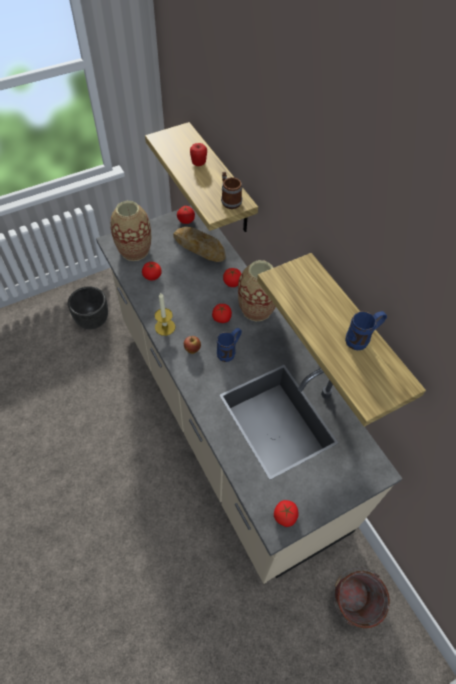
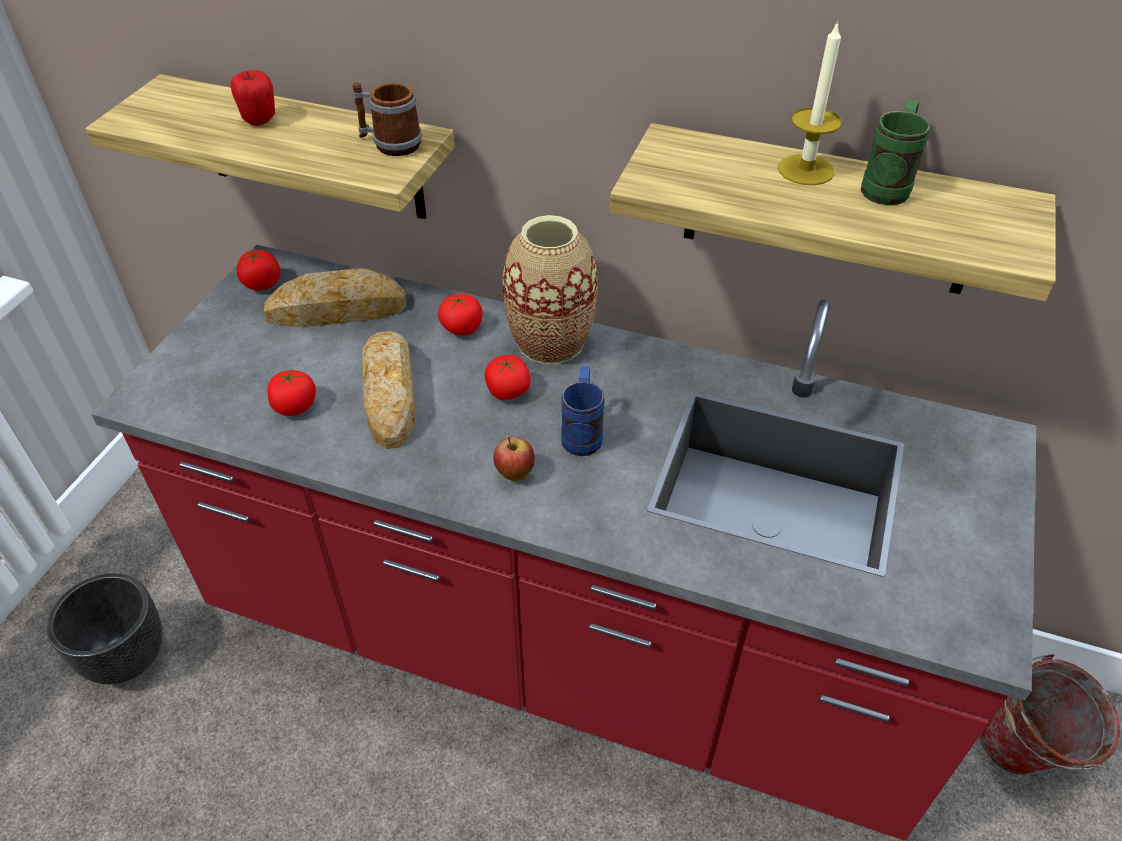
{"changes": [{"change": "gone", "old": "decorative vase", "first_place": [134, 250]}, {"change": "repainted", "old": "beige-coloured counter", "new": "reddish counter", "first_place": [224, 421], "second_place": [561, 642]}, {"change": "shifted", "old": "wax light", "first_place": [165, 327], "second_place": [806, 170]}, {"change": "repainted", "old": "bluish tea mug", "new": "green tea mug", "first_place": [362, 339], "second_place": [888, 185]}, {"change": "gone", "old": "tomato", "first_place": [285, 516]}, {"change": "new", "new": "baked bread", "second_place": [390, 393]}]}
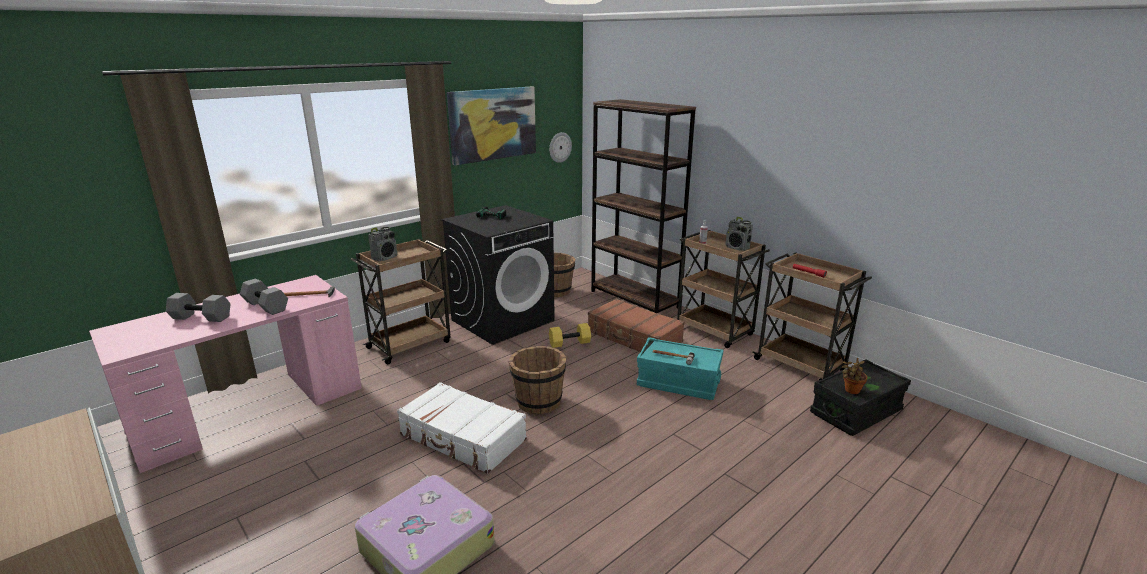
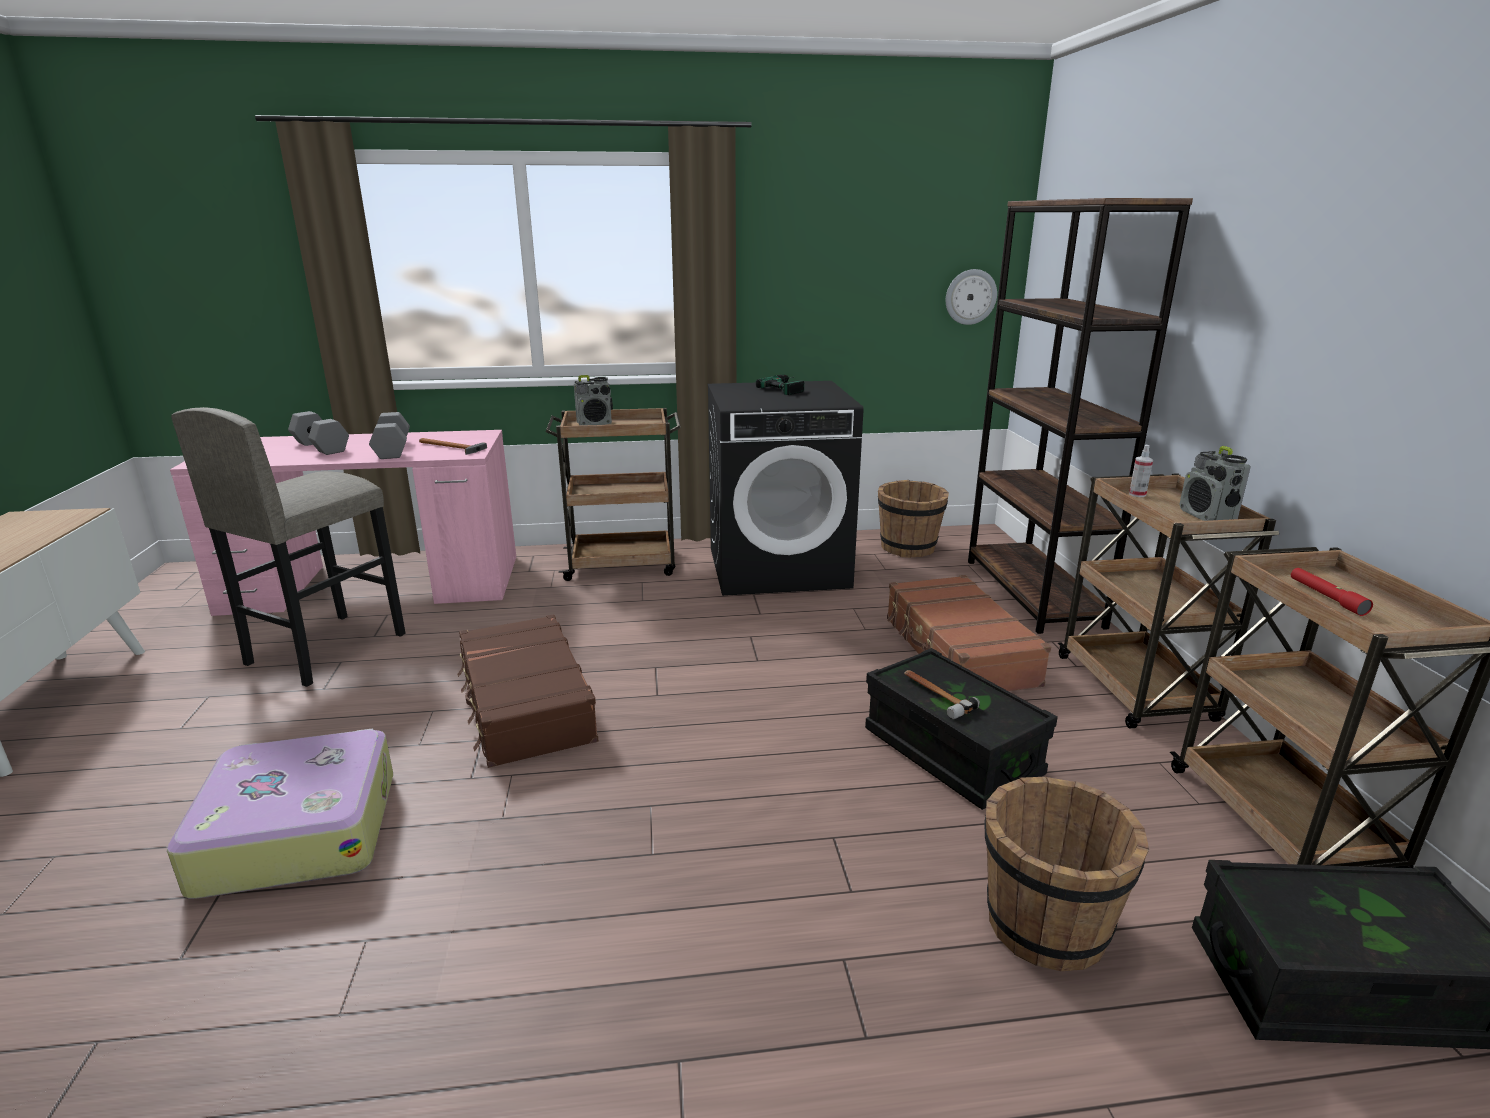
{"changes": [{"change": "gone", "old": "picture", "first_place": [493, 124]}, {"change": "gone", "old": "yellow-coloured free weight", "first_place": [570, 342]}, {"change": "repainted", "old": "turquoise storage container", "new": "black-coloured storage container", "first_place": [678, 382], "second_place": [951, 753]}, {"change": "shifted", "old": "brown-coloured bucket", "first_place": [538, 402], "second_place": [1045, 924]}, {"change": "gone", "old": "houseplant", "first_place": [851, 391]}, {"change": "repainted", "old": "white-coloured suitcase", "new": "brown-coloured suitcase", "first_place": [462, 438], "second_place": [525, 705]}, {"change": "new", "new": "greyish stool seat", "second_place": [325, 649]}]}
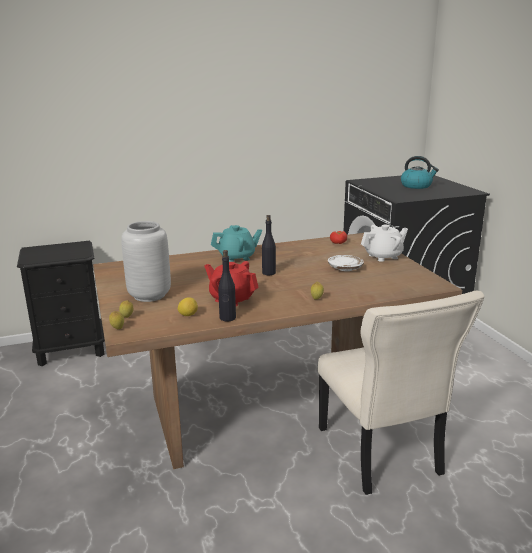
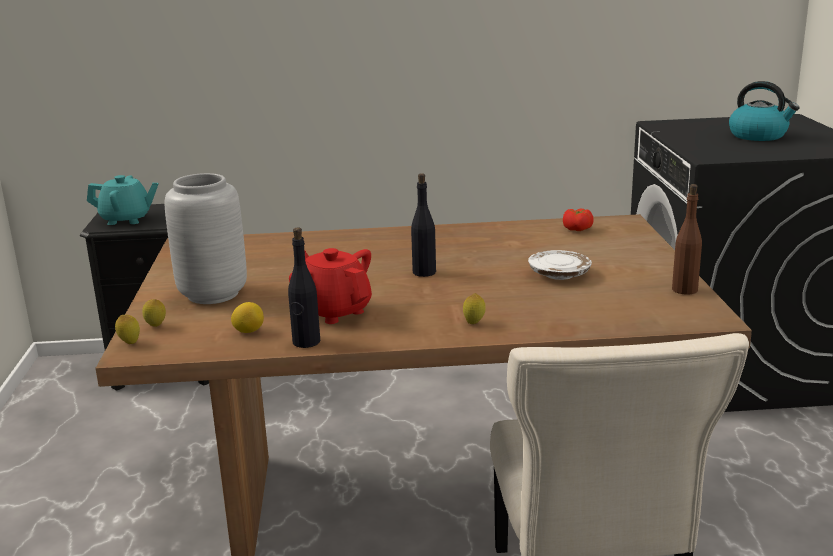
{"changes": [{"change": "gone", "old": "white-coloured pot for tea", "first_place": [383, 256]}, {"change": "shifted", "old": "turquoise pot for tea", "first_place": [237, 257], "second_place": [126, 219]}, {"change": "new", "new": "brown-coloured bottle", "second_place": [684, 289]}]}
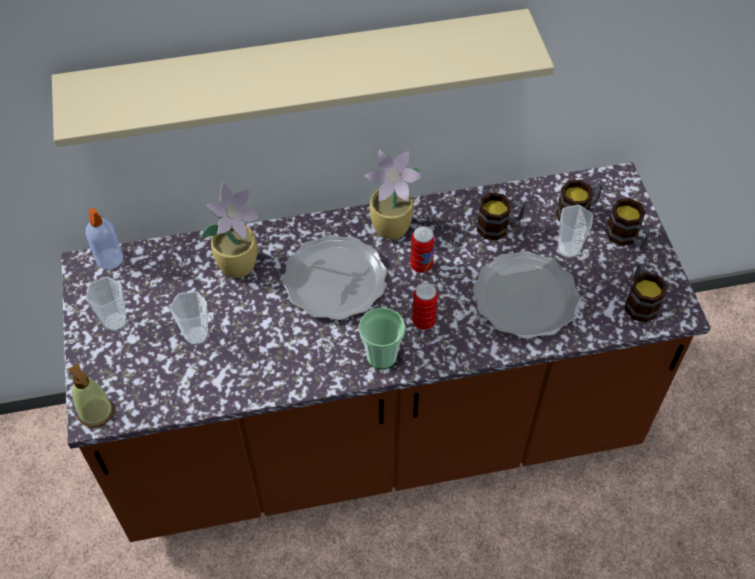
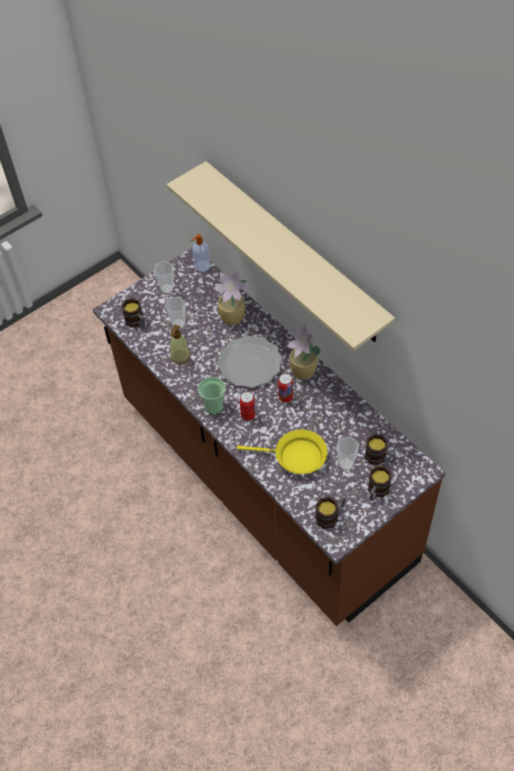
{"changes": [{"change": "shifted", "old": "tea mug", "first_place": [499, 226], "second_place": [136, 322]}, {"change": "swapped", "old": "flat dish", "new": "yellow-coloured skillet", "first_place": [525, 298], "second_place": [295, 457]}, {"change": "shifted", "old": "soap bottle", "first_place": [96, 412], "second_place": [180, 356]}]}
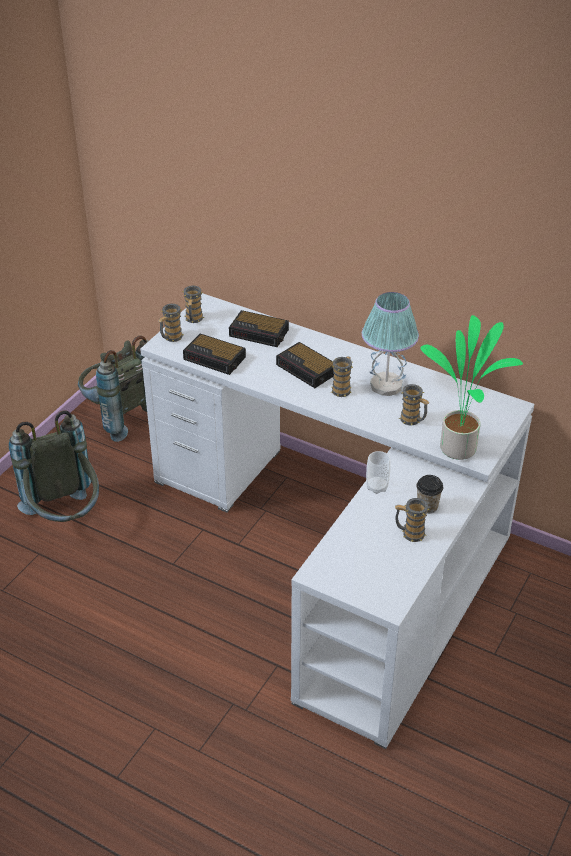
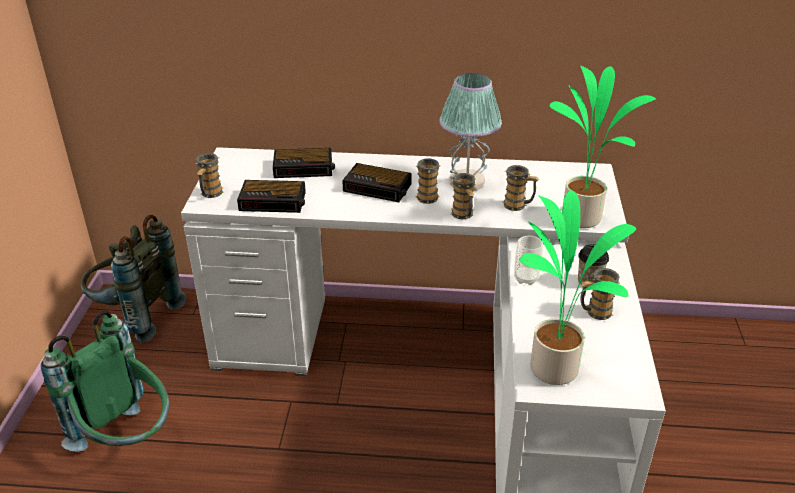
{"changes": [{"change": "shifted", "old": "tea mug", "first_place": [193, 320], "second_place": [463, 215]}, {"change": "repainted", "old": "greyish rucksack", "new": "green rucksack", "first_place": [66, 519], "second_place": [127, 441]}, {"change": "new", "new": "houseplant", "second_place": [555, 367]}]}
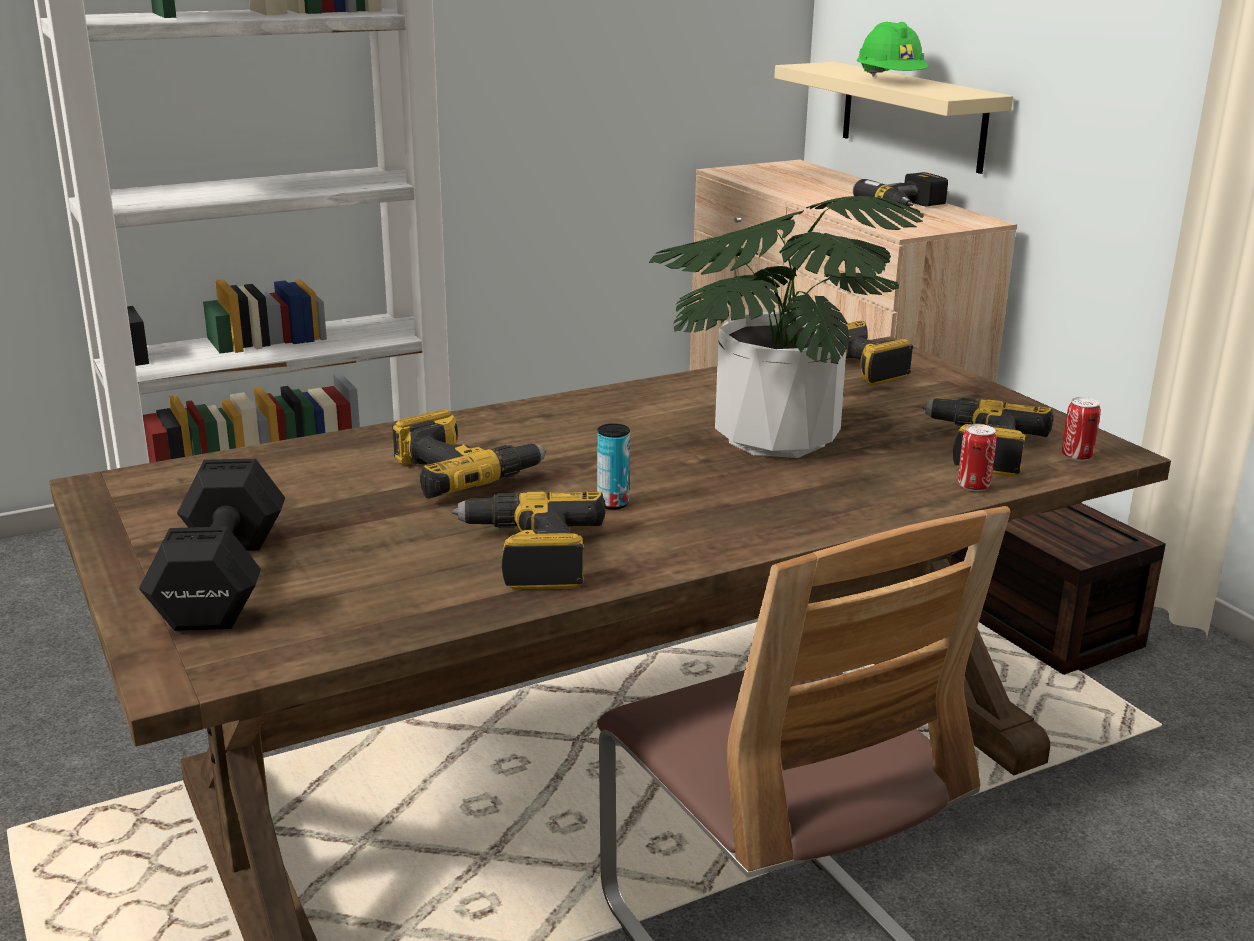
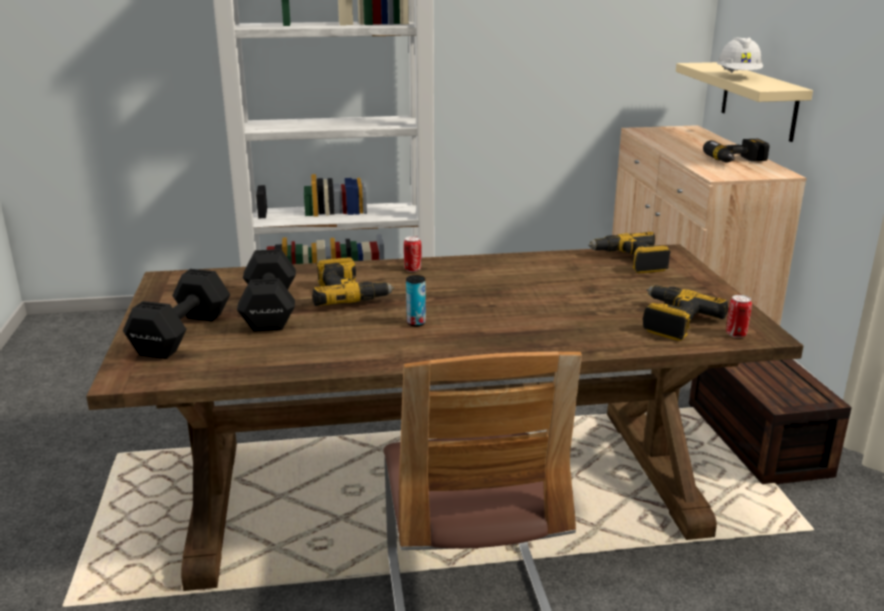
{"changes": [{"change": "repainted", "old": "green hard hat", "new": "white-coloured hard hat", "first_place": [890, 81], "second_place": [738, 76]}, {"change": "gone", "old": "houseplant", "first_place": [775, 439]}, {"change": "shifted", "old": "sealed can", "first_place": [973, 486], "second_place": [412, 269]}, {"change": "gone", "old": "drill", "first_place": [529, 556]}, {"change": "new", "new": "black-coloured free weight", "second_place": [268, 311]}]}
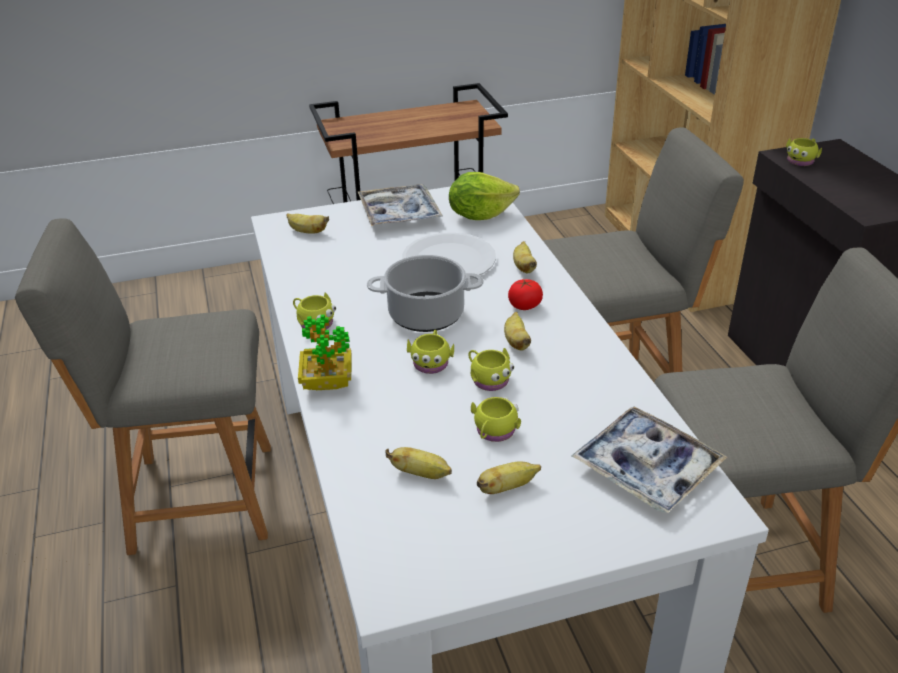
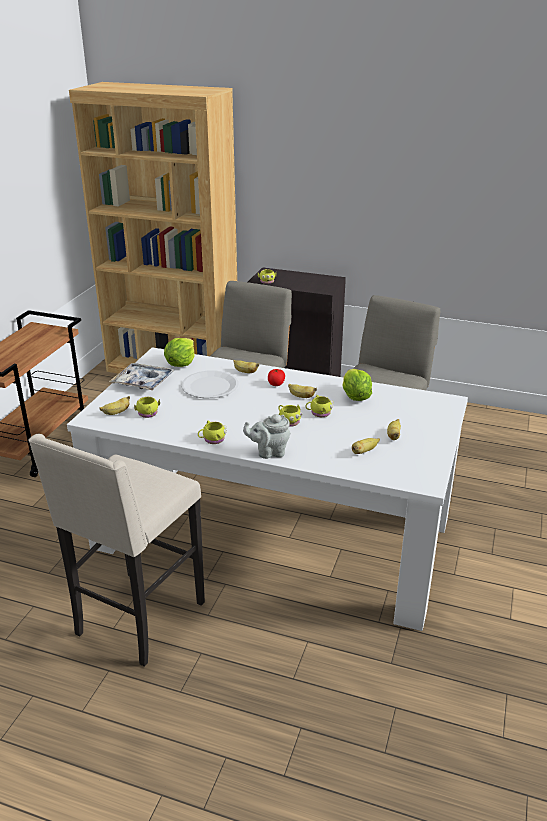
{"changes": [{"change": "swapped", "old": "greyish upright chair", "new": "beige-coloured stool seat", "first_place": [196, 498], "second_place": [138, 620]}, {"change": "gone", "old": "stockpot", "first_place": [427, 314]}, {"change": "swapped", "old": "houseplant", "new": "greyish pot for tea", "first_place": [327, 382], "second_place": [269, 452]}, {"change": "shifted", "old": "yellow-coloured tea mug", "first_place": [494, 432], "second_place": [148, 414]}, {"change": "gone", "old": "serving tray", "first_place": [646, 468]}, {"change": "new", "new": "head of lettuce", "second_place": [355, 397]}]}
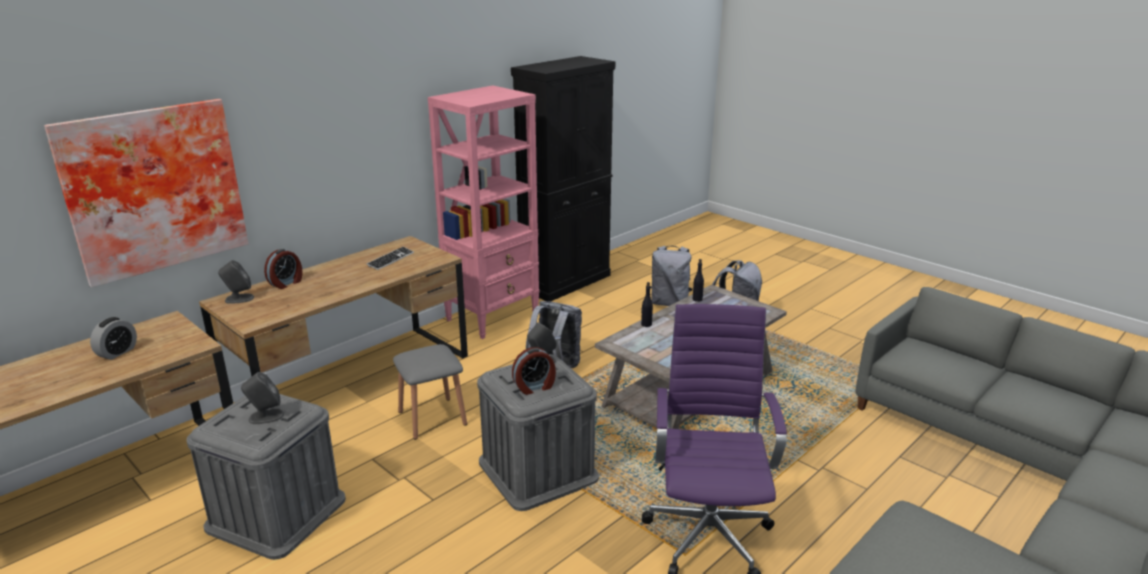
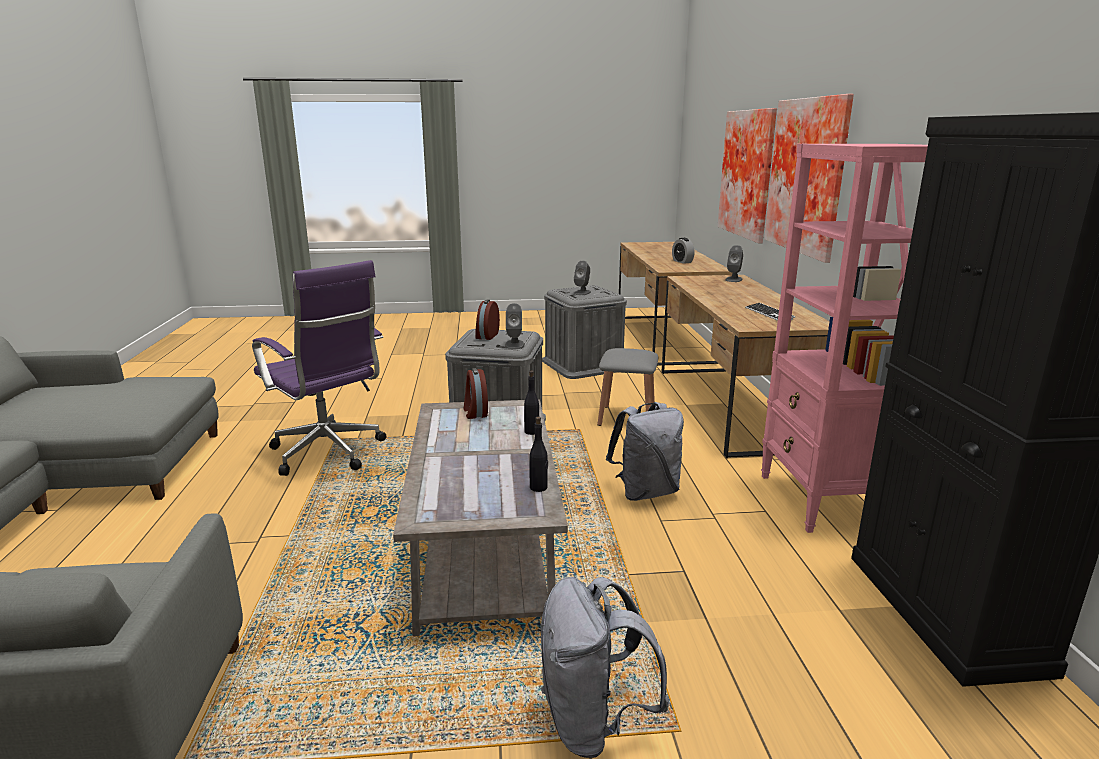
{"changes": [{"change": "gone", "old": "greyish rucksack", "first_place": [669, 303]}, {"change": "shifted", "old": "bedside clock", "first_place": [286, 283], "second_place": [475, 412]}, {"change": "new", "new": "picture", "second_place": [810, 176]}]}
